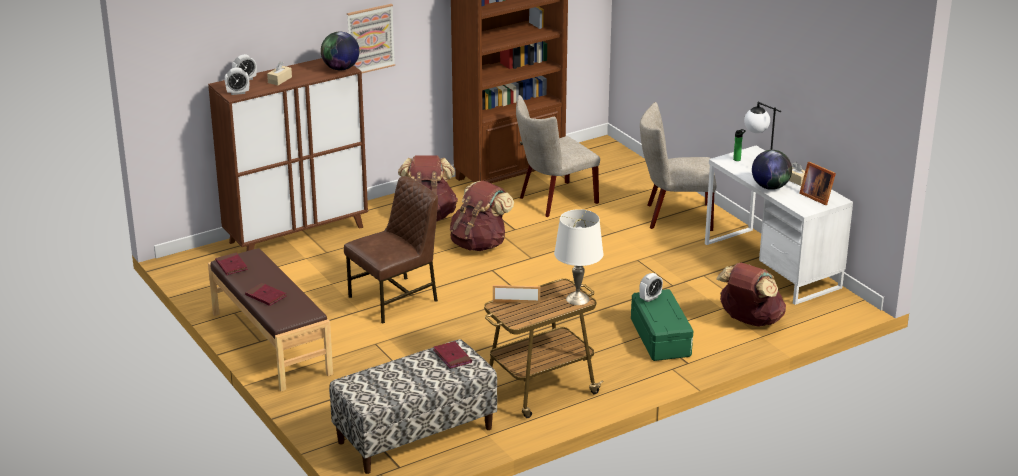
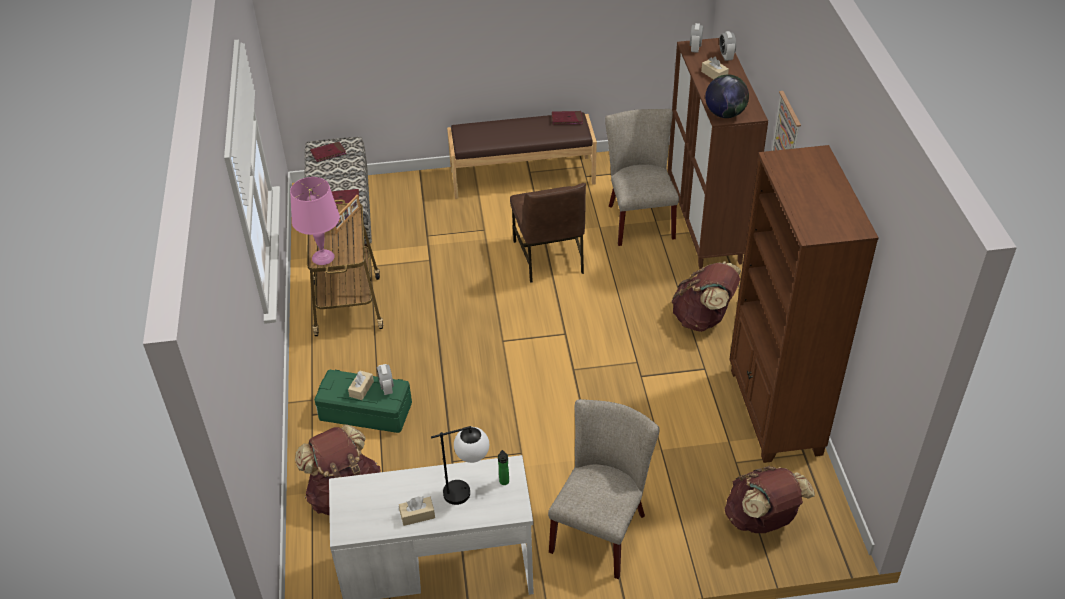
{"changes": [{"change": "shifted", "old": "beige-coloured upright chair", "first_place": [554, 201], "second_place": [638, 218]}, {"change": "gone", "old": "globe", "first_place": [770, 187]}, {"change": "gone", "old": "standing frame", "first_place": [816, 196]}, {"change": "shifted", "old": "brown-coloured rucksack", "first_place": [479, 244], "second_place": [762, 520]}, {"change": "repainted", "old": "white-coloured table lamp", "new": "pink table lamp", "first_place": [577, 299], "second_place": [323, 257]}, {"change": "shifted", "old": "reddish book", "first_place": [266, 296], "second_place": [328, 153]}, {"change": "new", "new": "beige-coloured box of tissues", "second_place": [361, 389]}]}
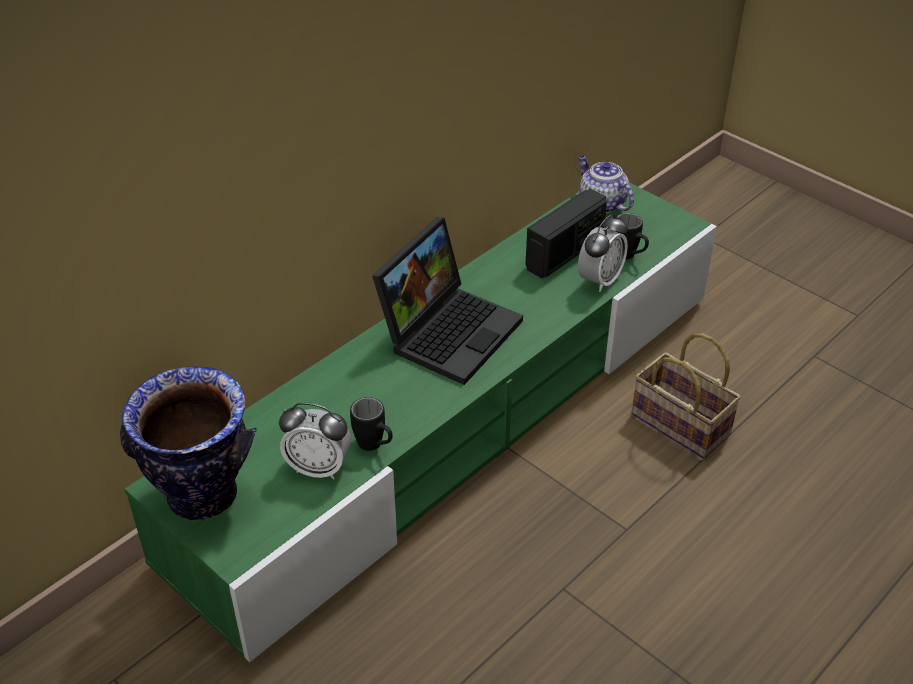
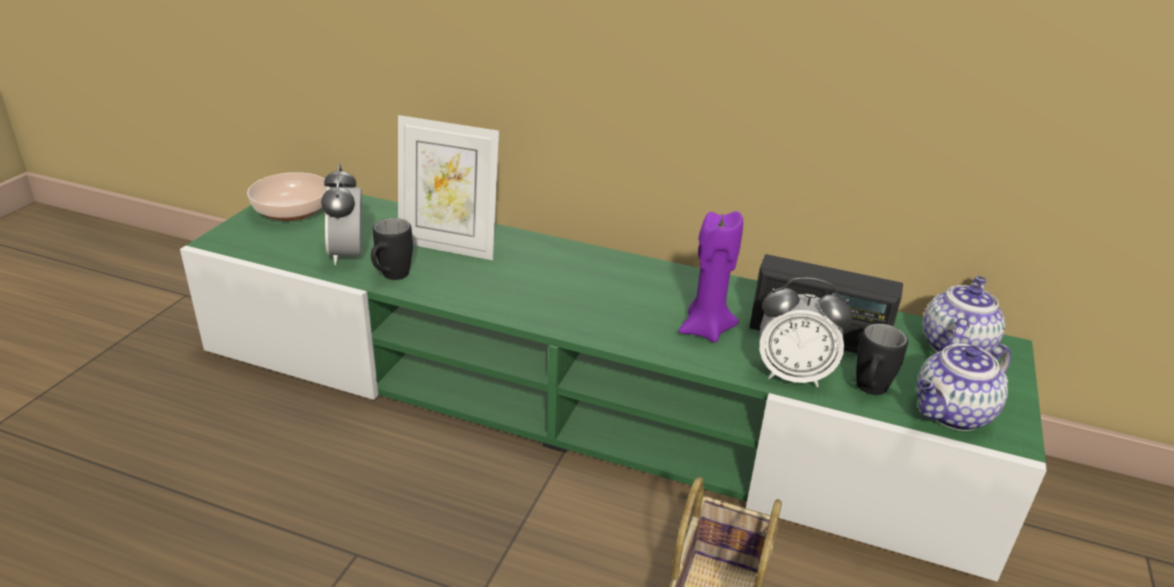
{"changes": [{"change": "gone", "old": "notebook computer", "first_place": [449, 330]}, {"change": "swapped", "old": "decorative vase", "new": "bowl", "first_place": [202, 497], "second_place": [291, 210]}, {"change": "new", "new": "standing frame", "second_place": [449, 246]}, {"change": "new", "new": "purple-coloured wax light", "second_place": [705, 330]}, {"change": "new", "new": "pot for tea", "second_place": [952, 414]}]}
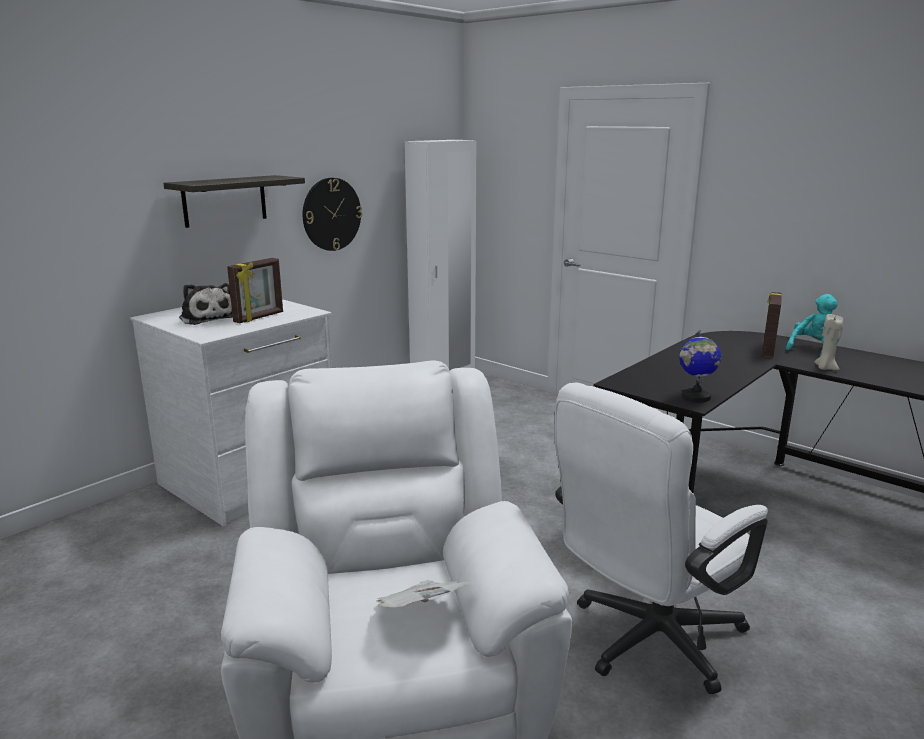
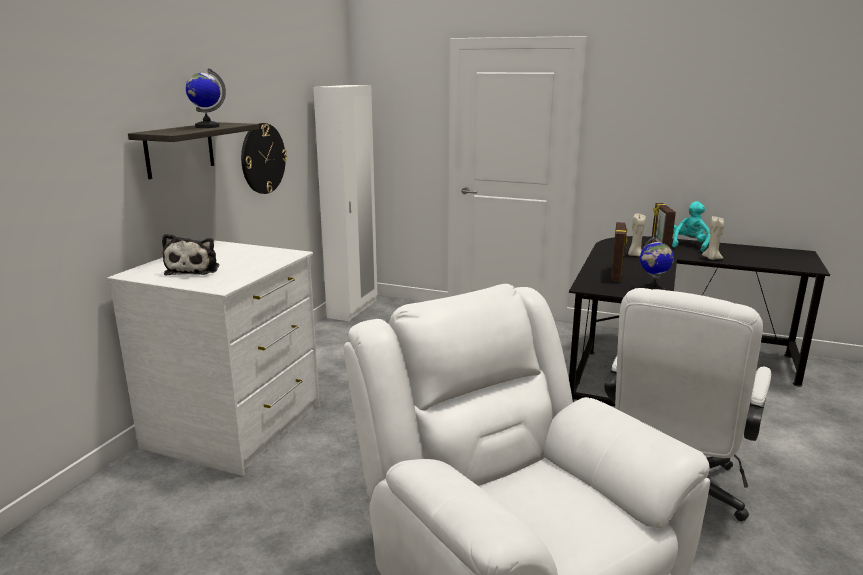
{"changes": [{"change": "shifted", "old": "standing frame", "first_place": [259, 317], "second_place": [617, 274]}, {"change": "rotated", "old": "plush toy", "first_place": [206, 318], "second_place": [194, 269], "degrees": 60}, {"change": "gone", "old": "newspaper", "first_place": [424, 614]}, {"change": "new", "new": "globe", "second_place": [207, 127]}, {"change": "new", "new": "beige-coloured wax light", "second_place": [634, 255]}]}
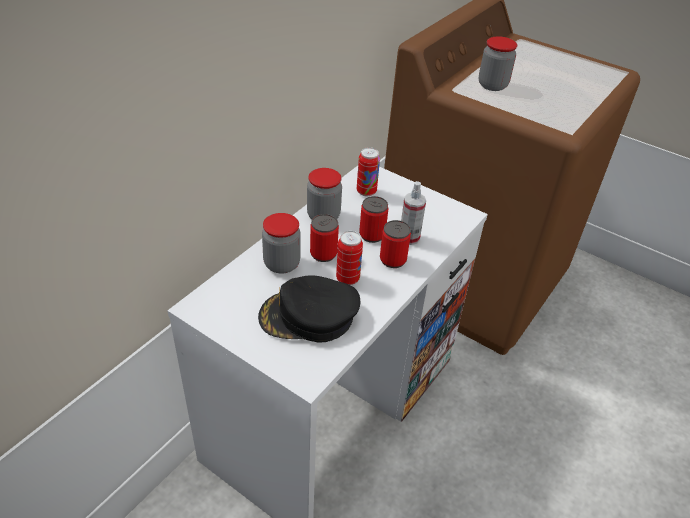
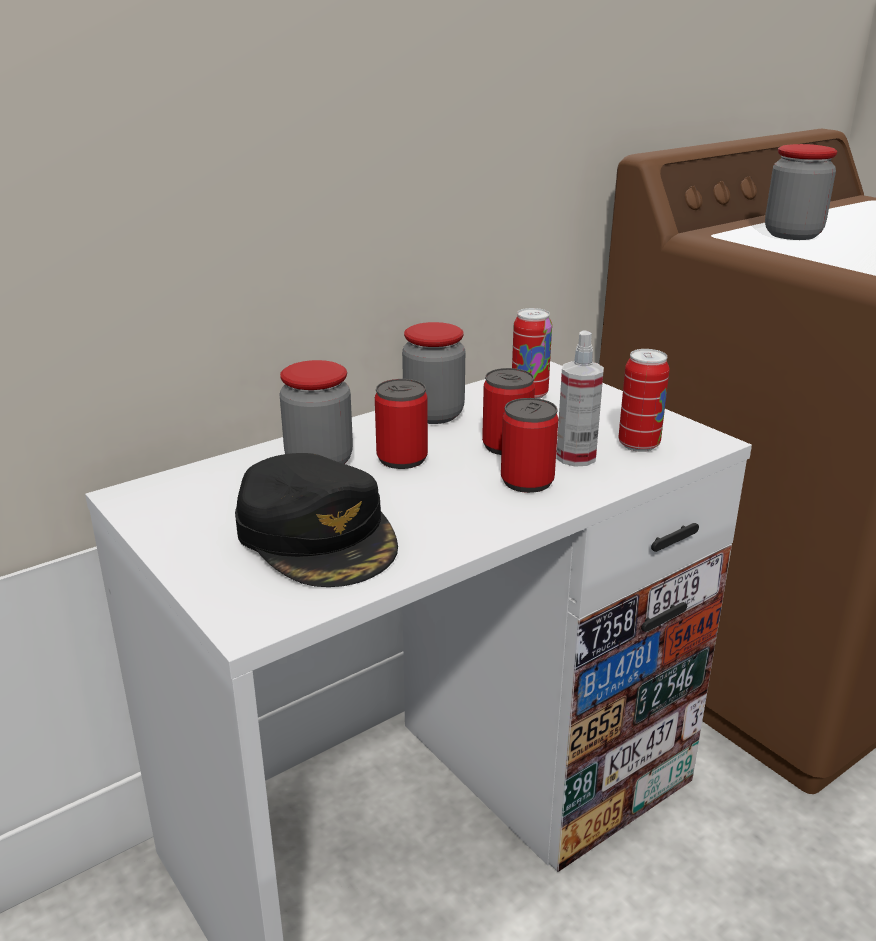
{"changes": [{"change": "shifted", "old": "sealed can", "first_place": [347, 279], "second_place": [638, 445]}, {"change": "rotated", "old": "black-coloured peaked cap", "first_place": [309, 316], "second_place": [318, 534], "degrees": -135}]}
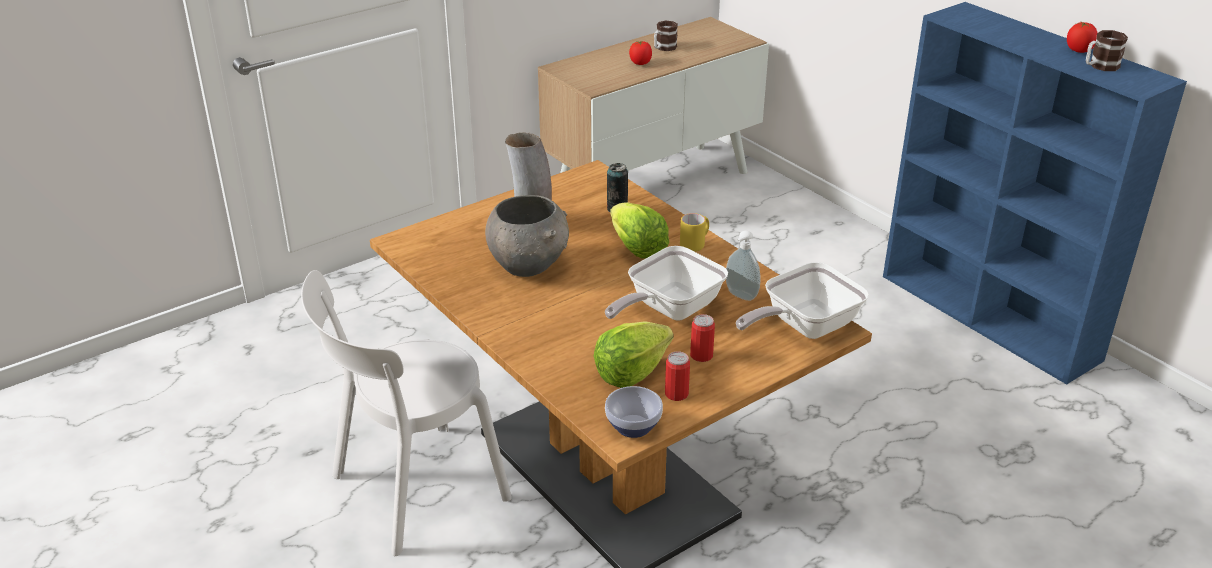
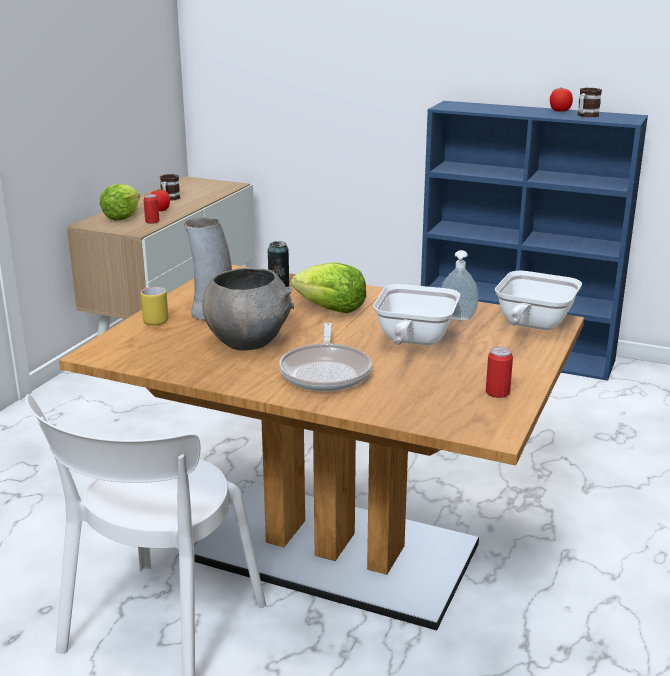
{"changes": [{"change": "shifted", "old": "yellow-coloured tea mug", "first_place": [695, 244], "second_place": [158, 319]}, {"change": "shifted", "old": "sealed can", "first_place": [701, 355], "second_place": [152, 221]}, {"change": "shifted", "old": "head of lettuce", "first_place": [631, 373], "second_place": [122, 217]}, {"change": "gone", "old": "bowl", "first_place": [631, 426]}, {"change": "new", "new": "skillet", "second_place": [326, 372]}]}
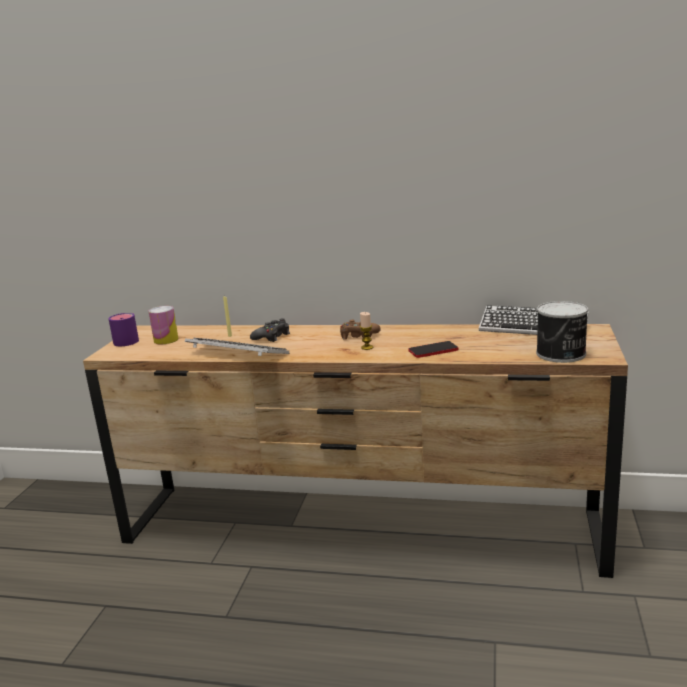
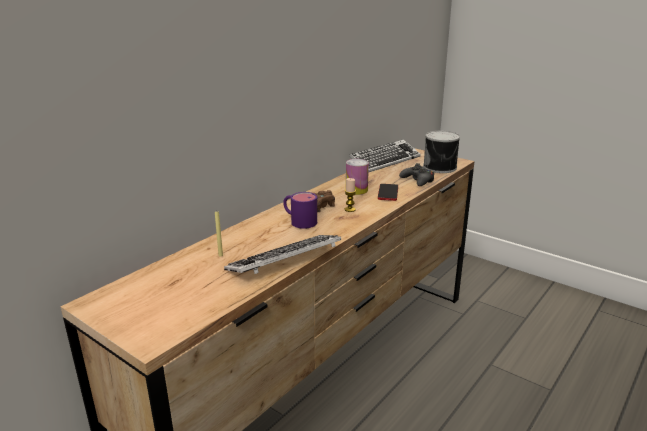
{"changes": [{"change": "shifted", "old": "sealed can", "first_place": [166, 340], "second_place": [356, 190]}, {"change": "shifted", "old": "purple-coloured tea mug", "first_place": [128, 340], "second_place": [299, 221]}, {"change": "shifted", "old": "black-coloured game controller", "first_place": [272, 337], "second_place": [417, 180]}]}
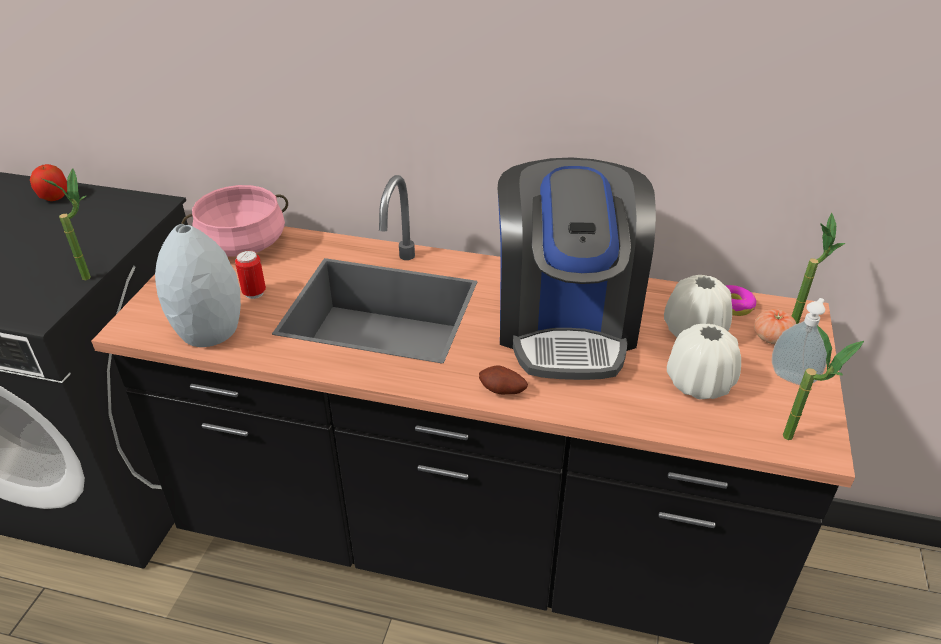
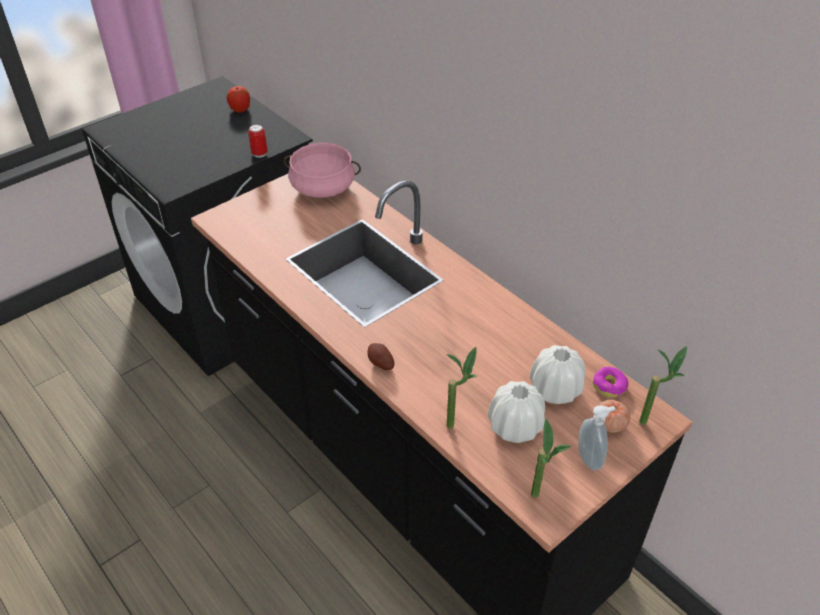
{"changes": [{"change": "gone", "old": "coffee brewer", "first_place": [566, 323]}, {"change": "shifted", "old": "houseplant", "first_place": [94, 273], "second_place": [457, 423]}, {"change": "gone", "old": "greyish decorative vase", "first_place": [207, 331]}, {"change": "shifted", "old": "sealed can", "first_place": [254, 293], "second_place": [259, 154]}]}
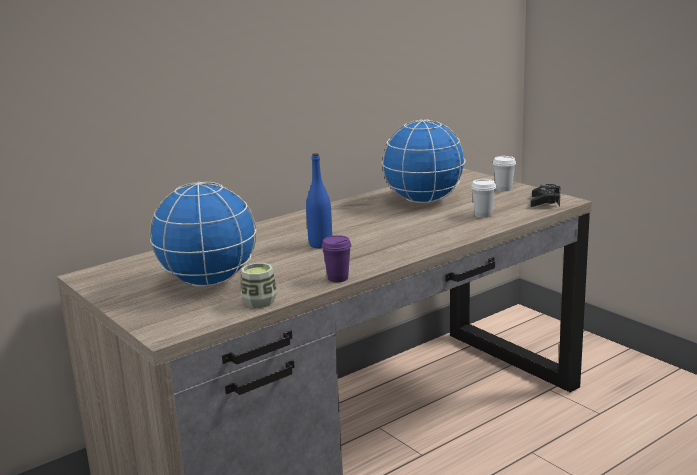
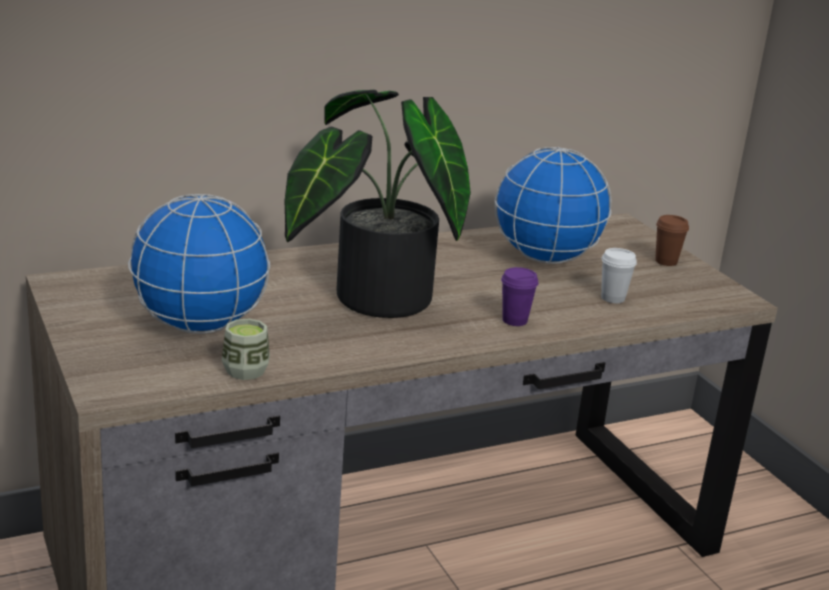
{"changes": [{"change": "swapped", "old": "bluish bottle", "new": "houseplant", "first_place": [320, 244], "second_place": [371, 299]}, {"change": "repainted", "old": "white-coloured drinking cup", "new": "brown-coloured drinking cup", "first_place": [503, 189], "second_place": [666, 261]}, {"change": "gone", "old": "black-coloured game controller", "first_place": [545, 202]}, {"change": "shifted", "old": "purple-coloured drinking cup", "first_place": [338, 278], "second_place": [514, 320]}]}
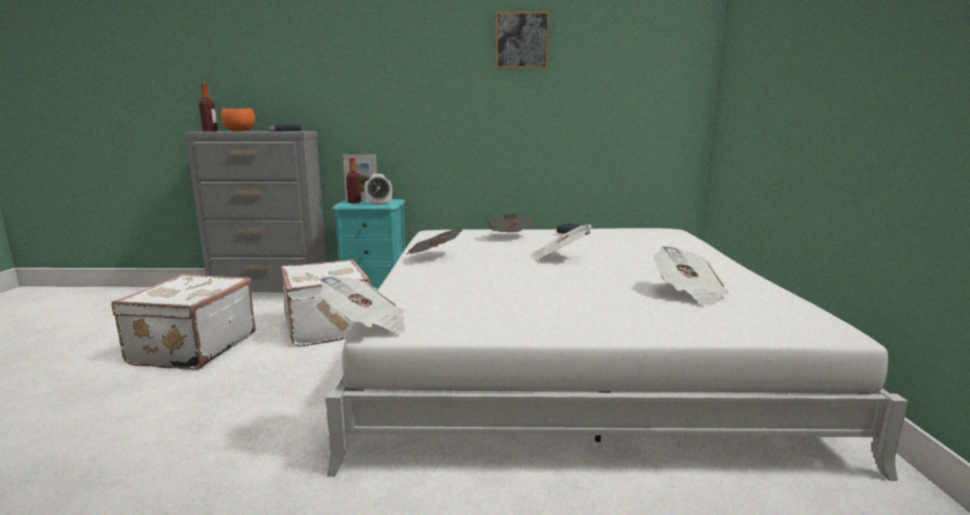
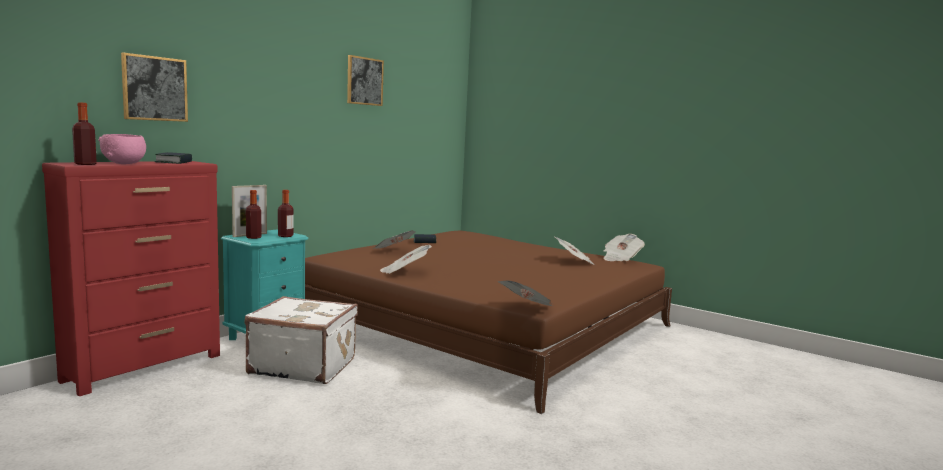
{"changes": [{"change": "repainted", "old": "orange-coloured bowl", "new": "pink bowl", "first_place": [240, 131], "second_place": [125, 163]}, {"change": "repainted", "old": "greyish dresser", "new": "reddish dresser", "first_place": [271, 294], "second_place": [145, 367]}, {"change": "swapped", "old": "bedside clock", "new": "bottle", "first_place": [379, 204], "second_place": [285, 236]}, {"change": "shifted", "old": "newspaper", "first_place": [558, 257], "second_place": [620, 259]}, {"change": "repainted", "old": "white-coloured bedroom bed", "new": "brown-coloured bedroom bed", "first_place": [566, 350], "second_place": [485, 325]}, {"change": "gone", "old": "white-coloured suitcase", "first_place": [192, 348]}, {"change": "new", "new": "picture", "second_place": [154, 88]}]}
